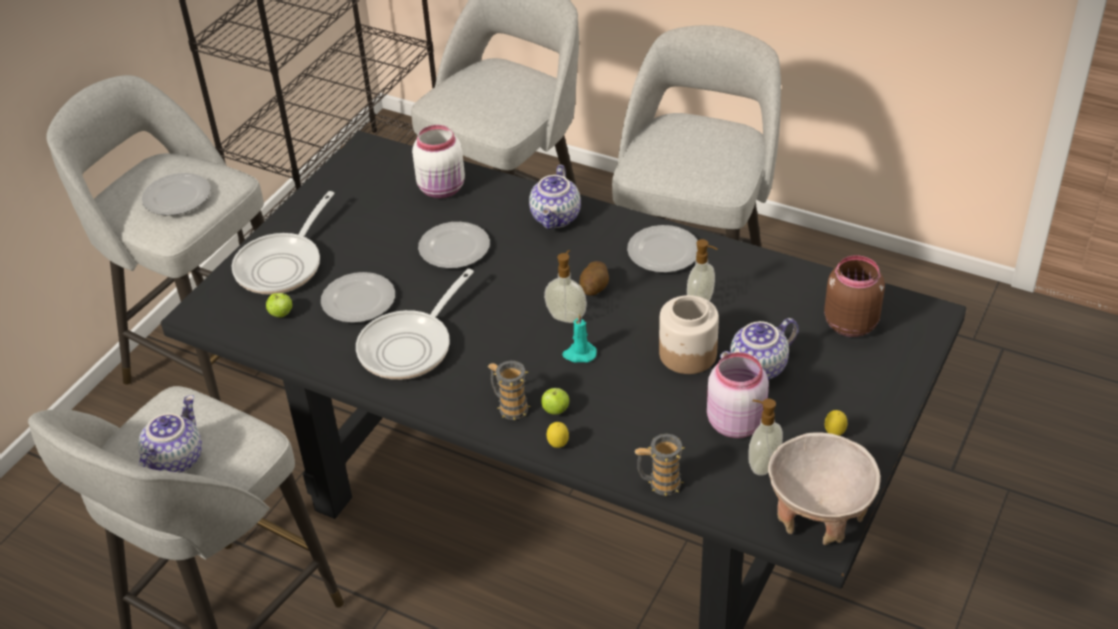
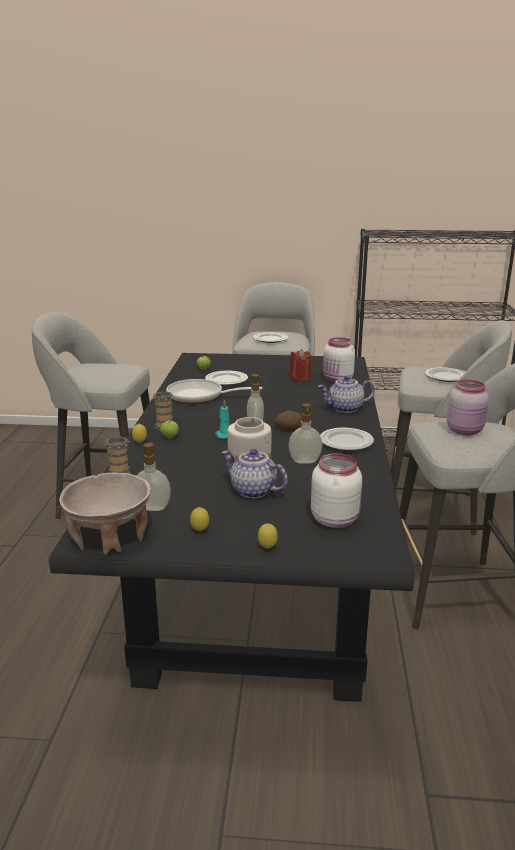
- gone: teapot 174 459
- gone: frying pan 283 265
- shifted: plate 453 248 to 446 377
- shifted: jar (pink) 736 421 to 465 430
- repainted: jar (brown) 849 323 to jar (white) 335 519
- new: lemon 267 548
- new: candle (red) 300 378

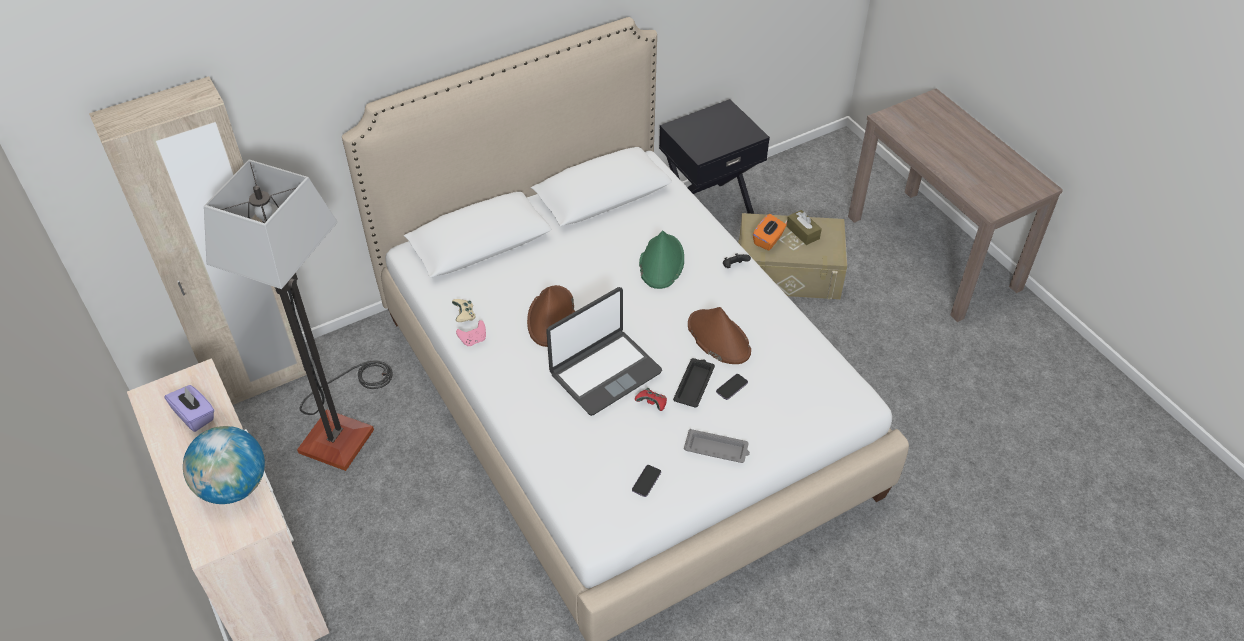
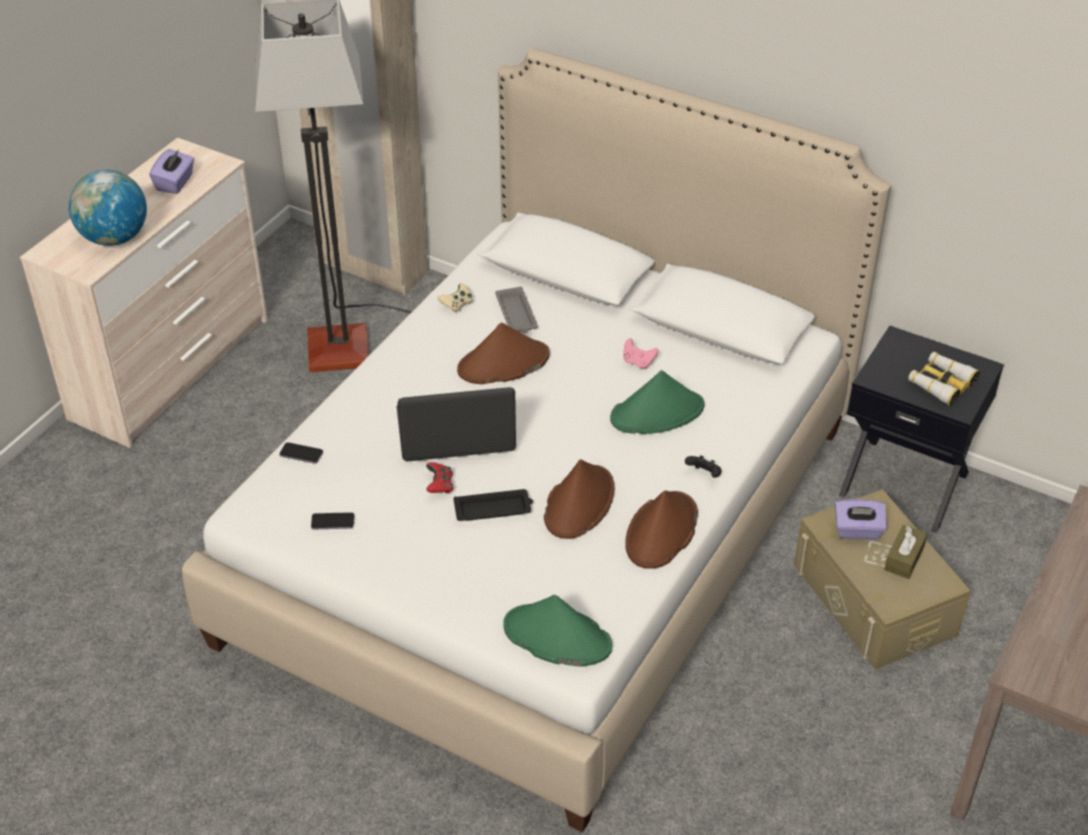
- shifted: game controller (pink) 473 340 to 638 362
- rotated: laptop 605 372 = 455 432 150 degrees clockwise
- shifted: tray (grey) 717 449 to 516 315
- shifted: phone 731 387 to 301 454
- repainted: tissue box (orange) 768 240 to tissue box (purple) 858 531
- new: hat (green) 556 636
- new: hat (brown) 661 531
- new: binoculars 941 383

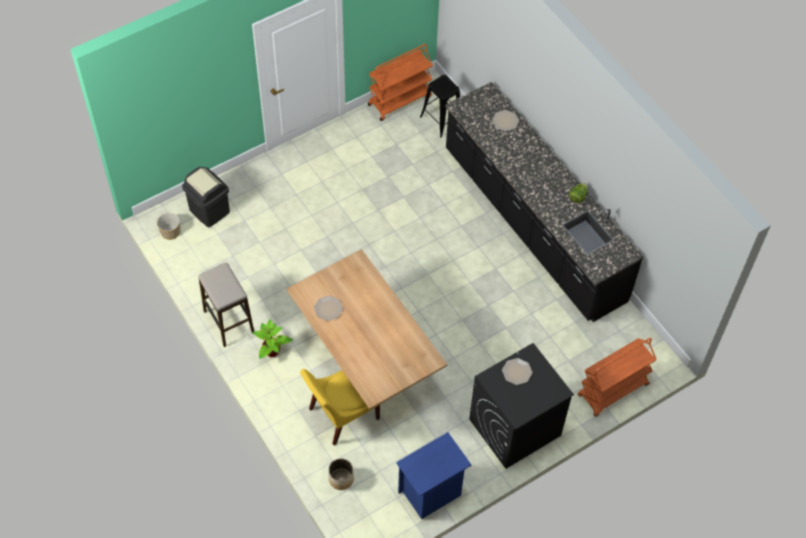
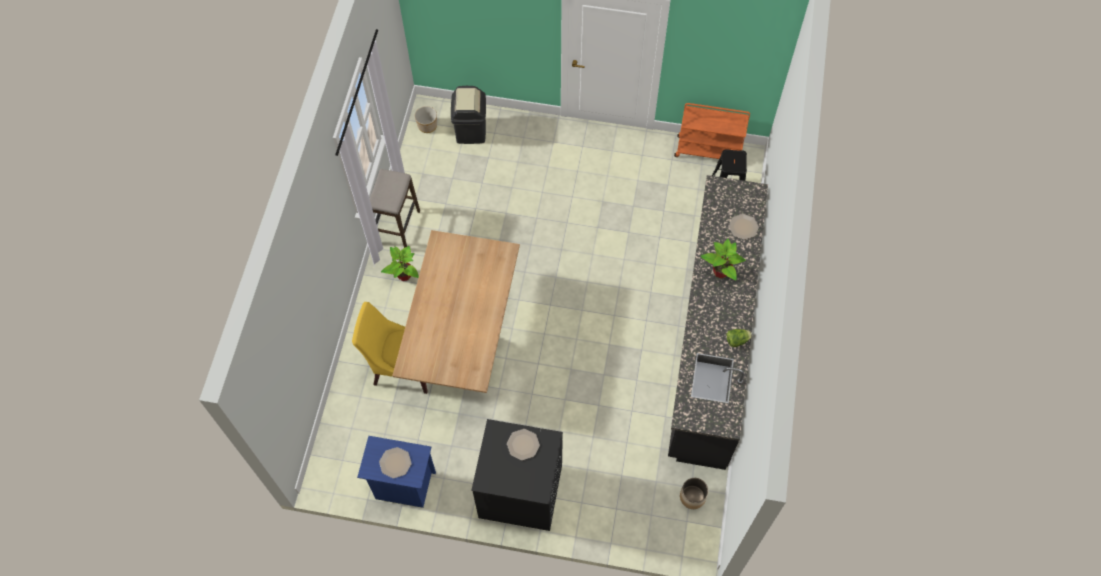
- shifted: plate 328 308 to 395 463
- shifted: planter 341 479 to 692 497
- gone: cart (orange) 612 391
- new: potted plant 721 272

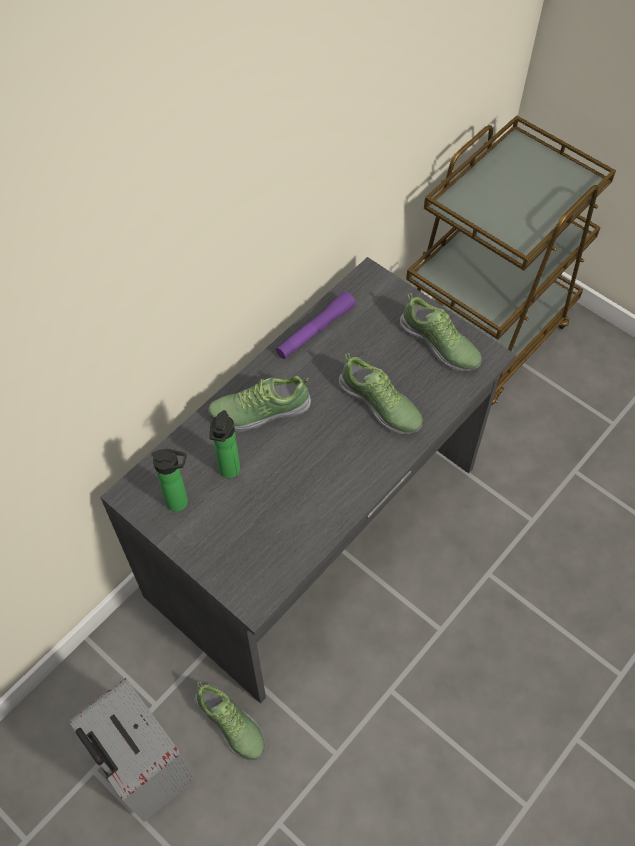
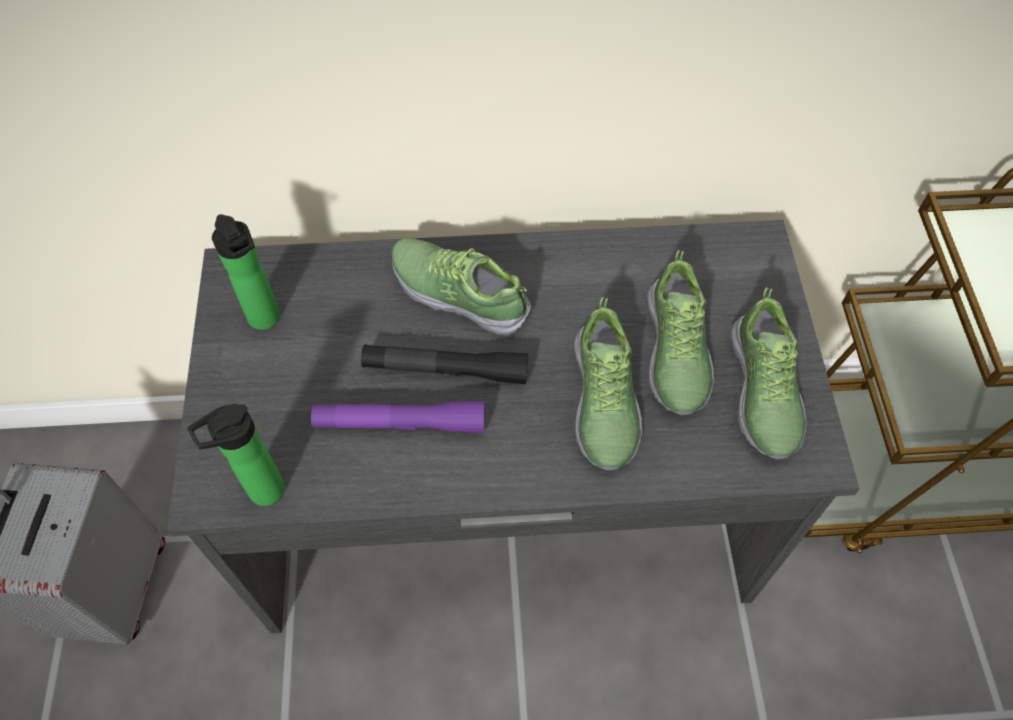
- shifted: shoe 231 724 to 675 352
- shifted: bottle 228 472 to 261 492
- shifted: flashlight (purple) 315 331 to 400 423
- new: flashlight (black) 445 370

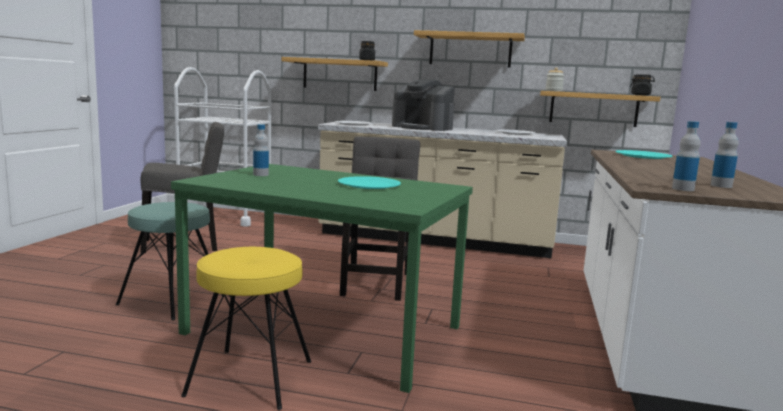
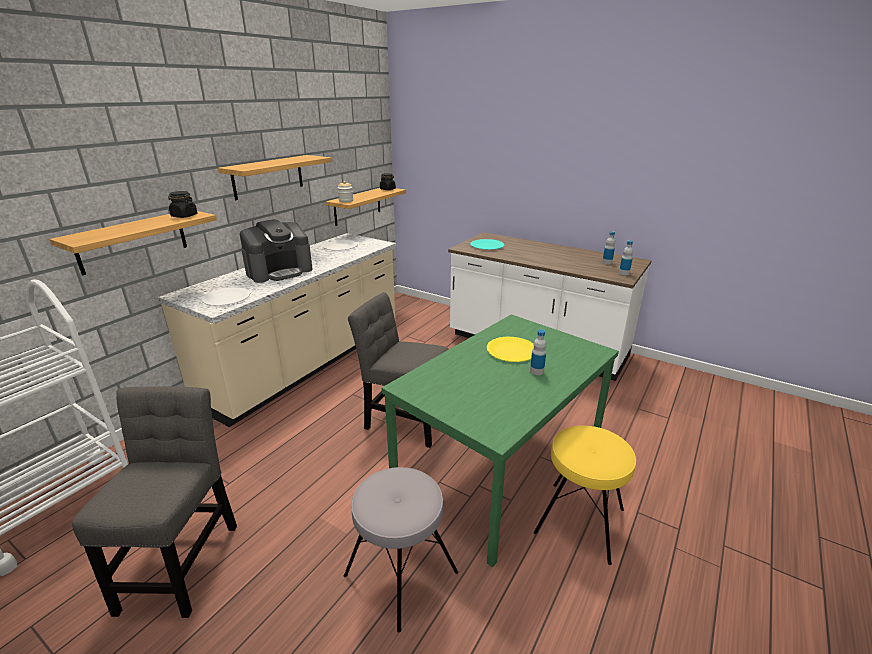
- repainted: stool (turquoise) 172 300 to stool (grey) 401 573
- shifted: bottle 261 174 to 536 371
- repainted: plate (turquoise) 369 185 to plate (yellow) 511 350

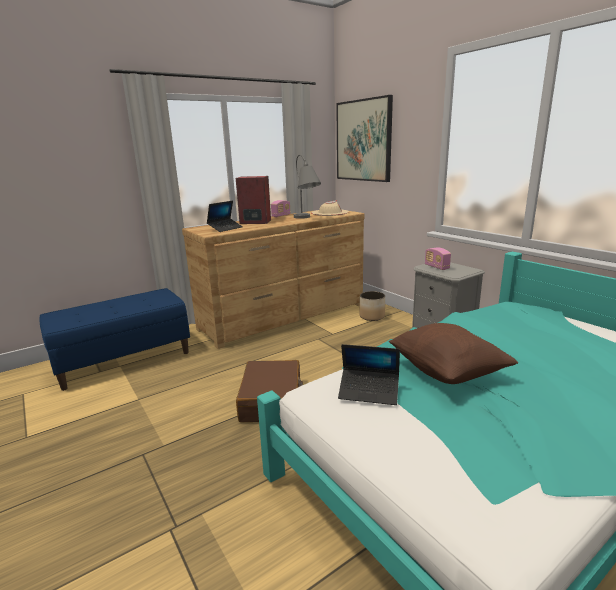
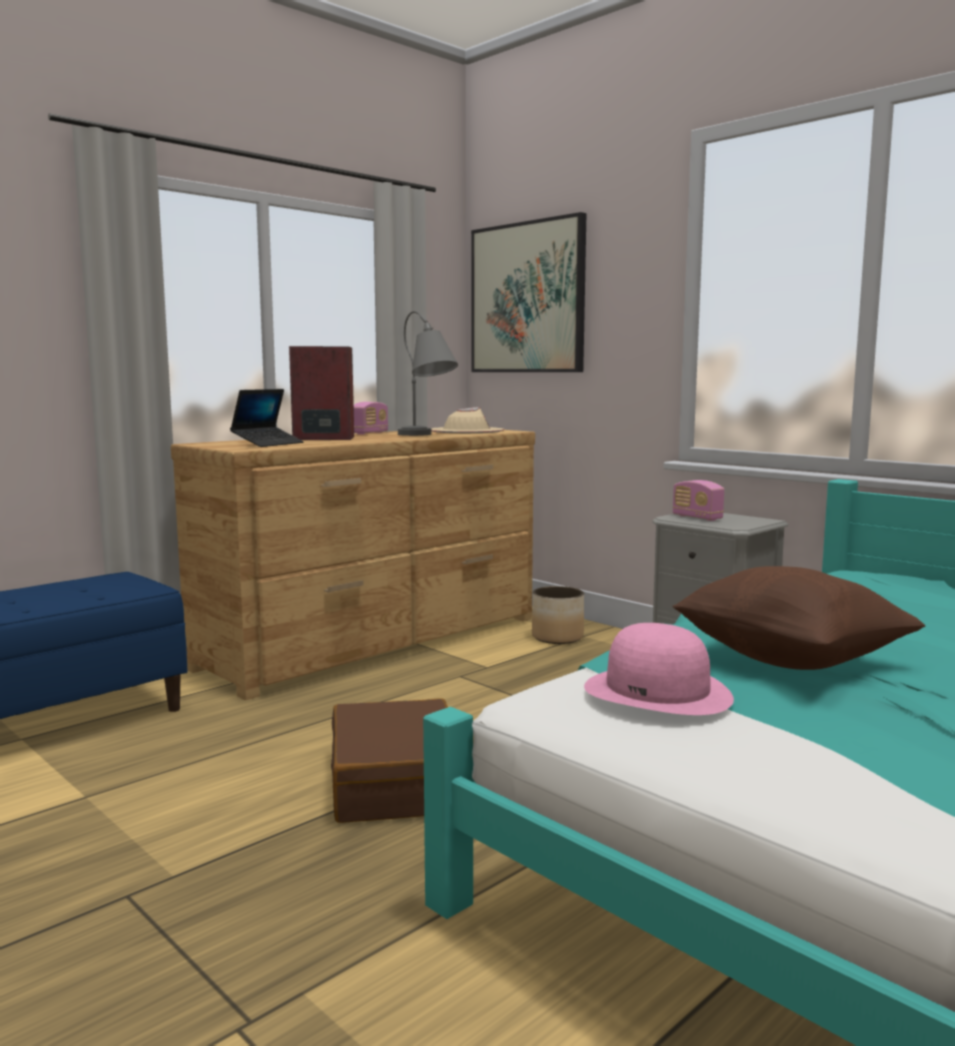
- swapped: laptop 369 392 to hat (pink) 658 691

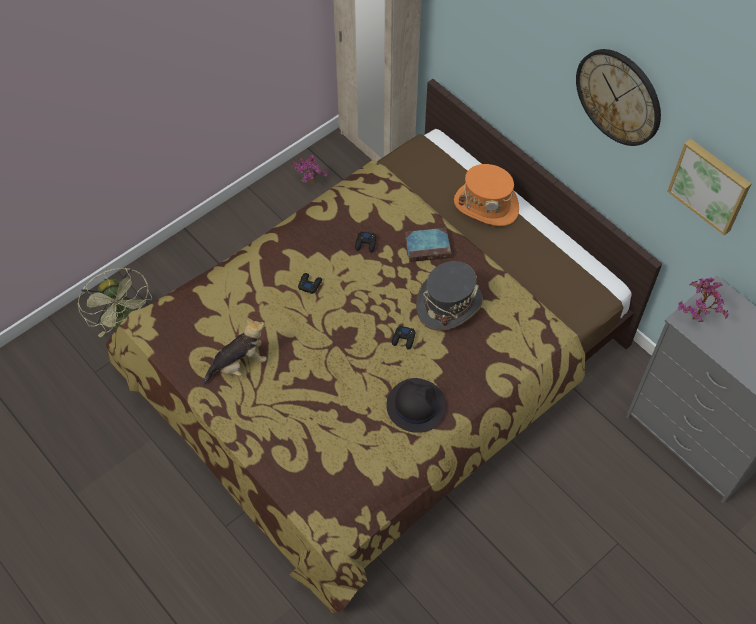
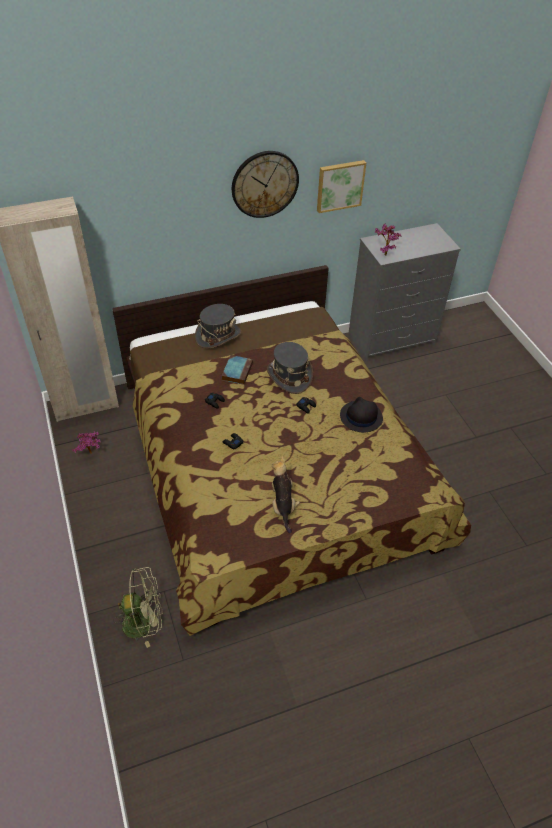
- repainted: hat (orange) 486 205 to hat (grey) 218 335

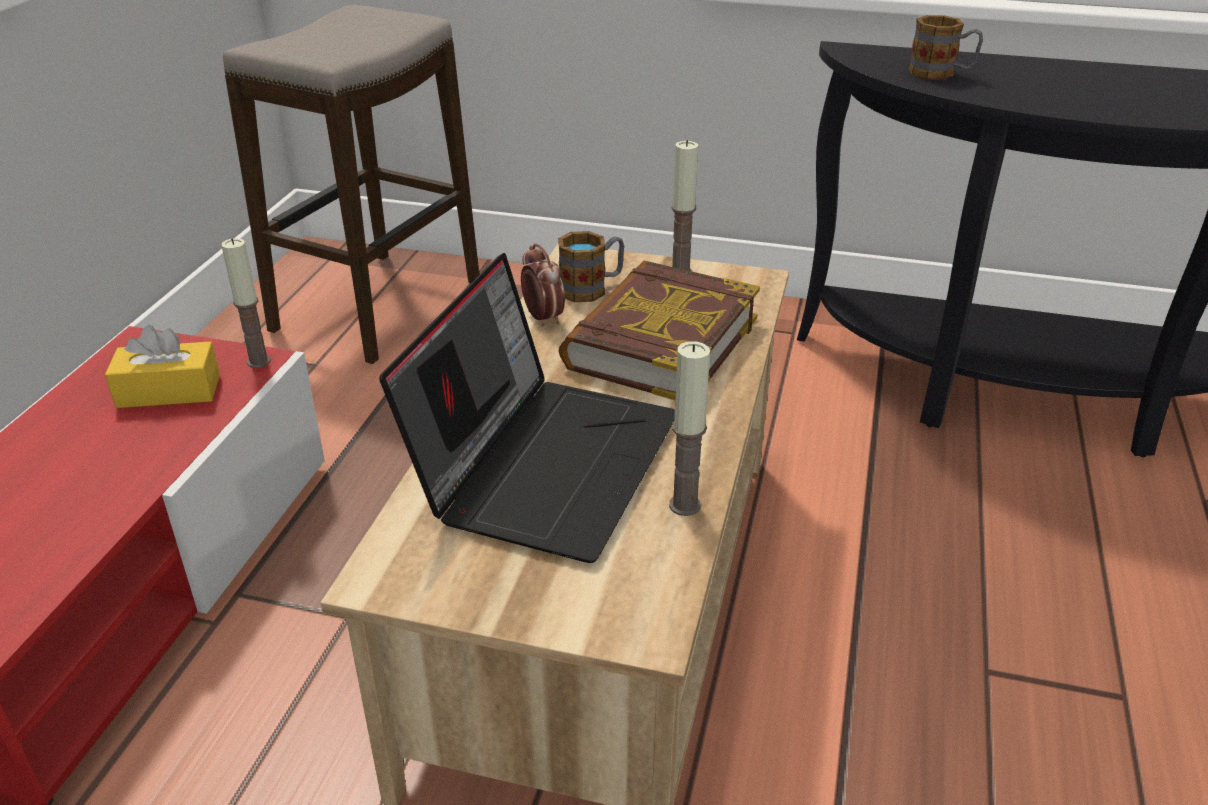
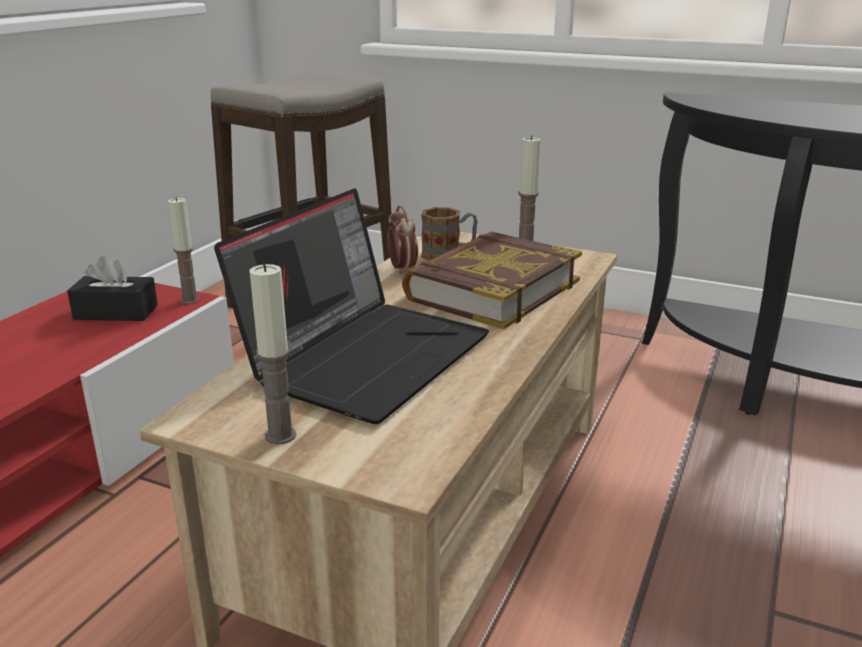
- repainted: tissue box (yellow) 169 391 to tissue box (black) 116 312
- shifted: candle 685 505 to 280 436
- gone: mug 941 74

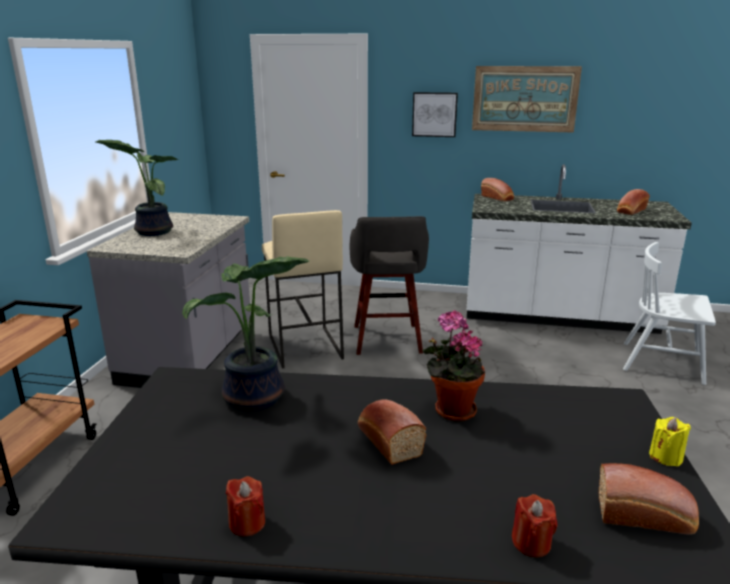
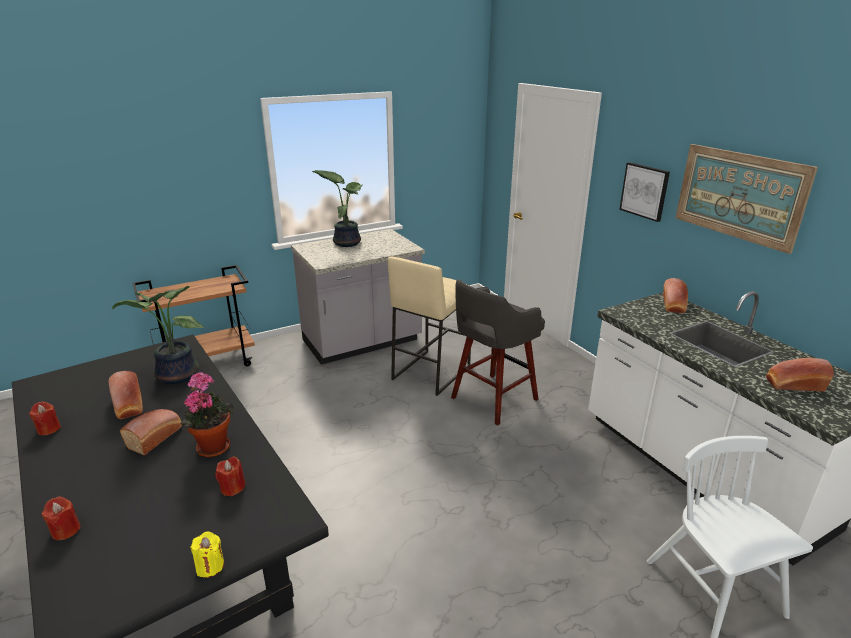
- shifted: bread 645 516 to 129 405
- new: candle (red) 232 488

